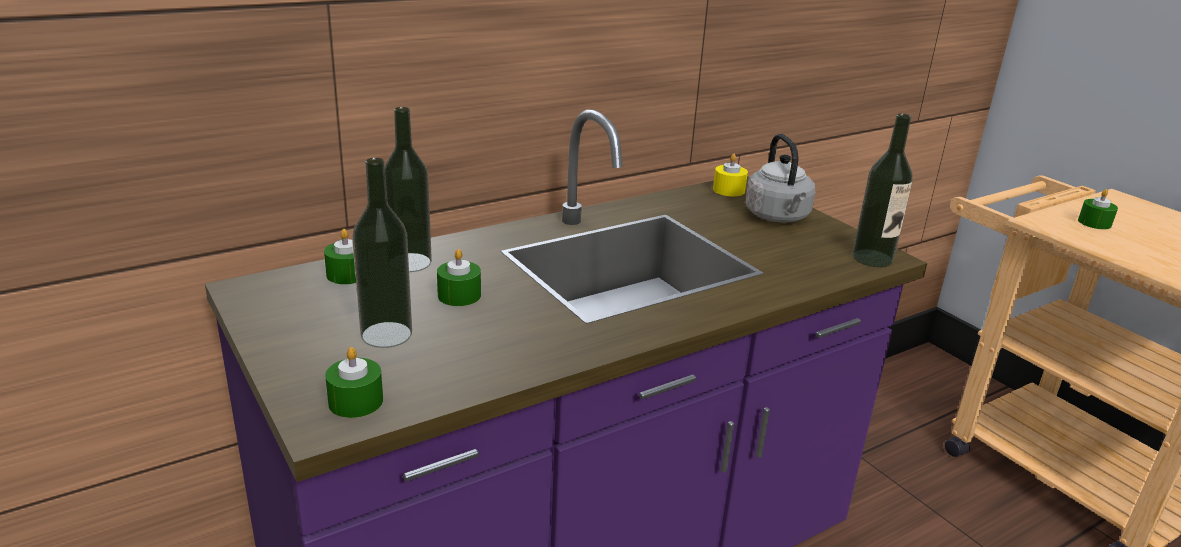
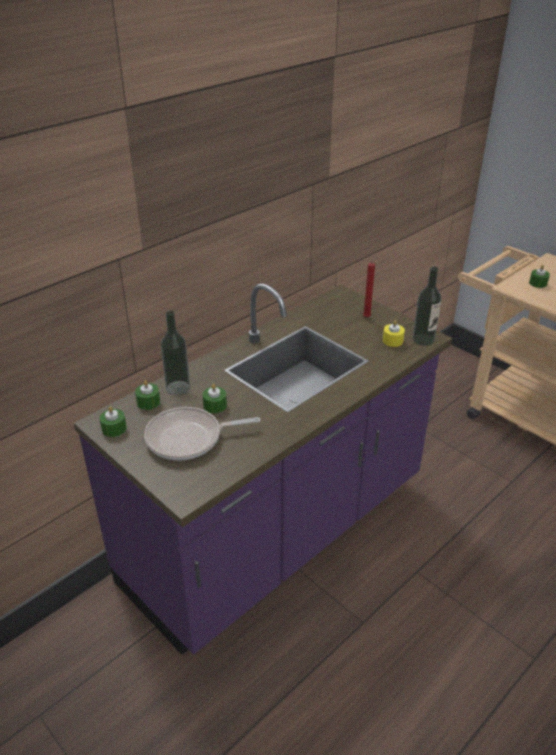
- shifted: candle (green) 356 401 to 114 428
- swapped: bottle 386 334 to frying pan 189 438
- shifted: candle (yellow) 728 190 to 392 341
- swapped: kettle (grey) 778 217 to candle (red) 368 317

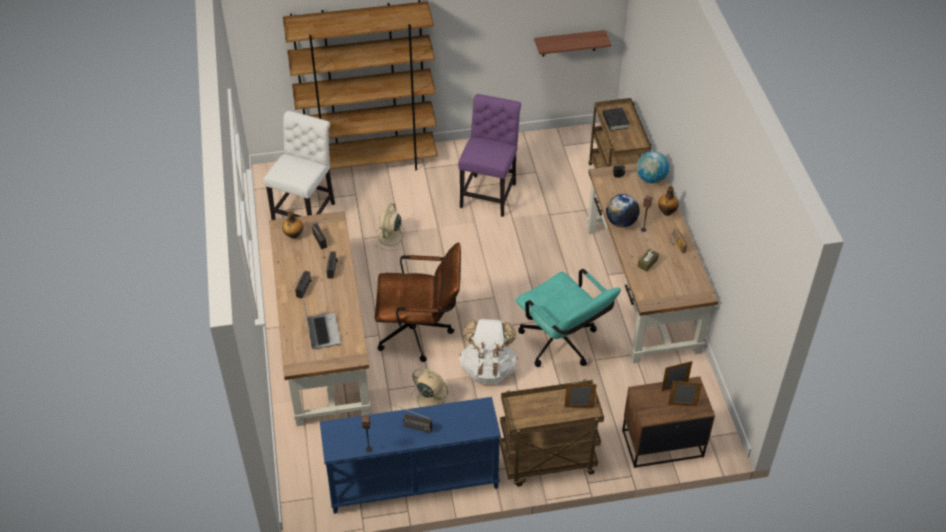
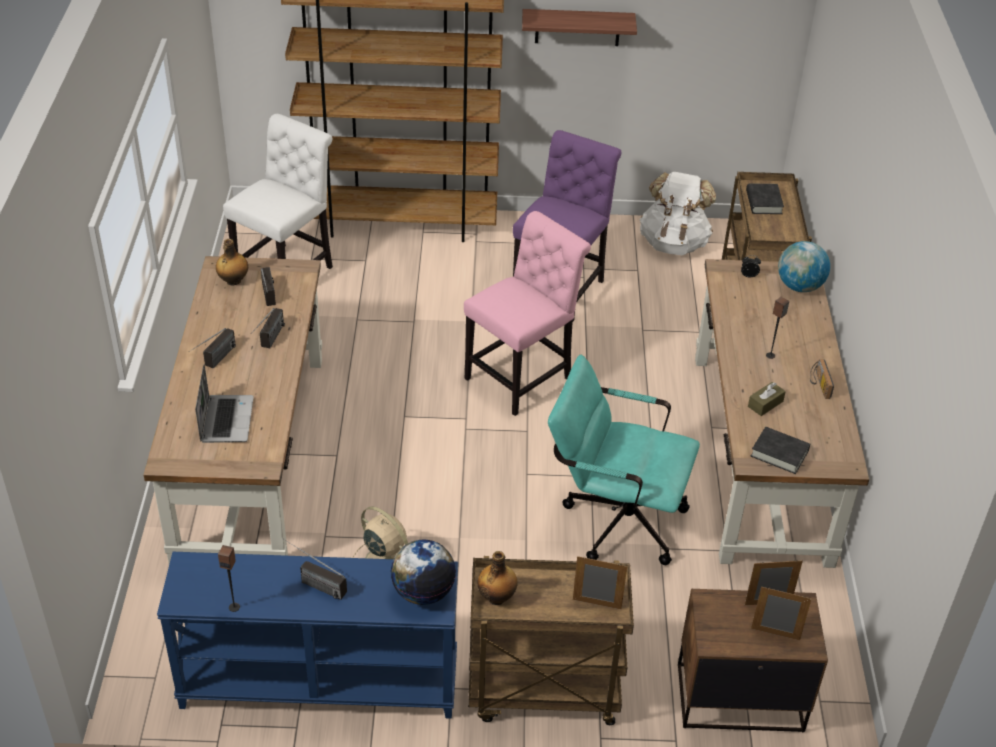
- gone: fan (beige) 390 238
- gone: office chair (brown) 420 333
- shifted: backpack (white) 488 368 to 674 243
- rotated: office chair (turquoise) 562 346 = 614 519 135 degrees clockwise
- shifted: shelf 569 43 to 577 27
- shifted: globe 621 222 to 423 592
- shifted: bottle 667 212 to 497 597
- new: chair (pink) 522 376
- new: book (black) 779 453

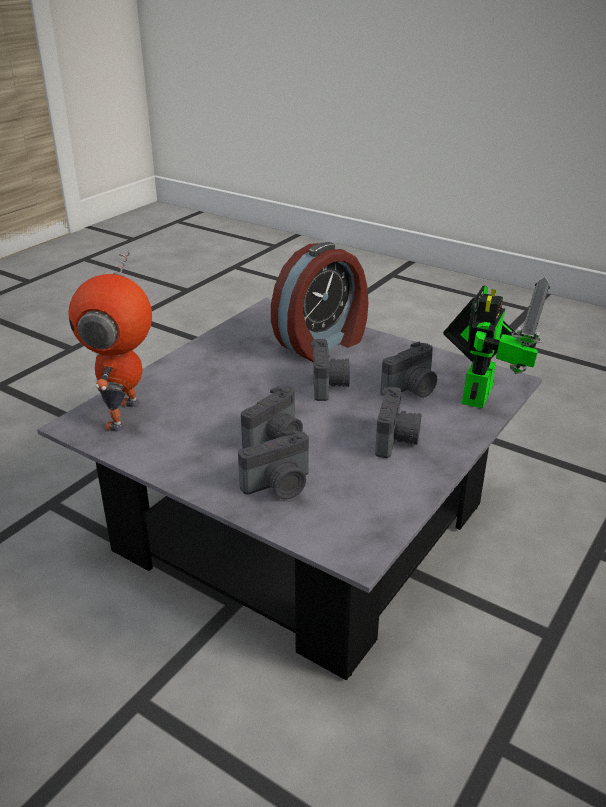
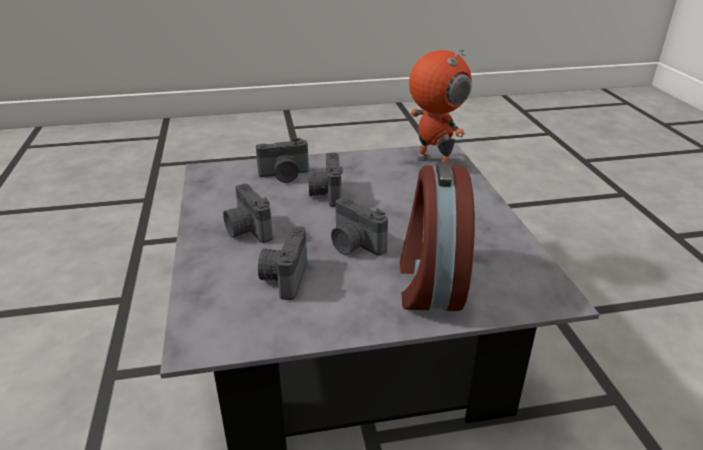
- rotated: photo camera 279 486 = 284 175 120 degrees counterclockwise
- gone: toy robot 479 391

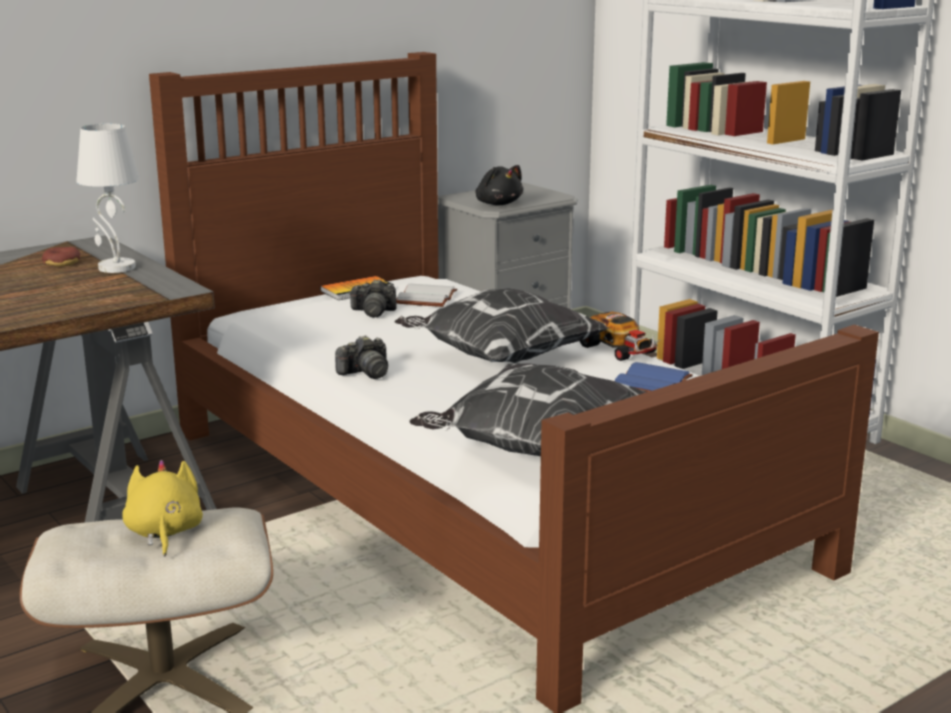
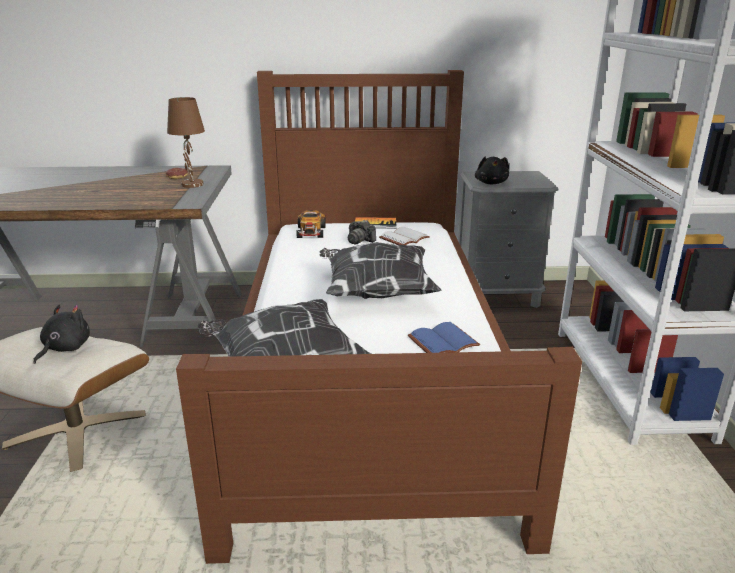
- repainted: table lamp (white) 115 268 to table lamp (brown) 191 184
- repainted: plush toy (yellow) 164 533 to plush toy (black) 65 348
- gone: photo camera 366 373
- shifted: toy car 618 349 to 311 232

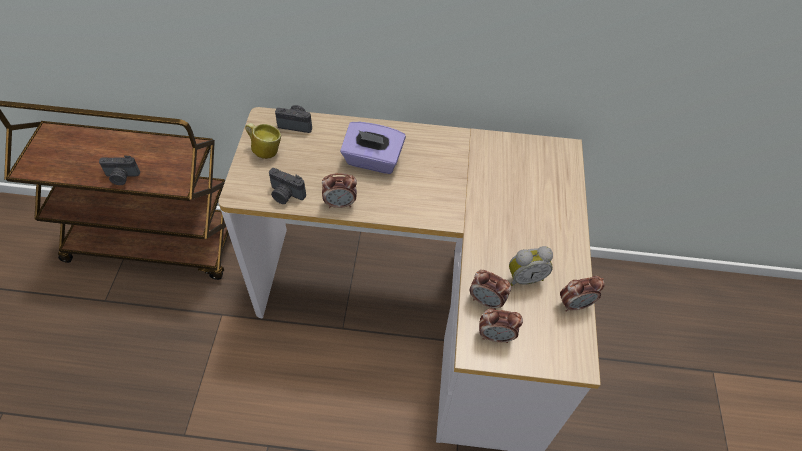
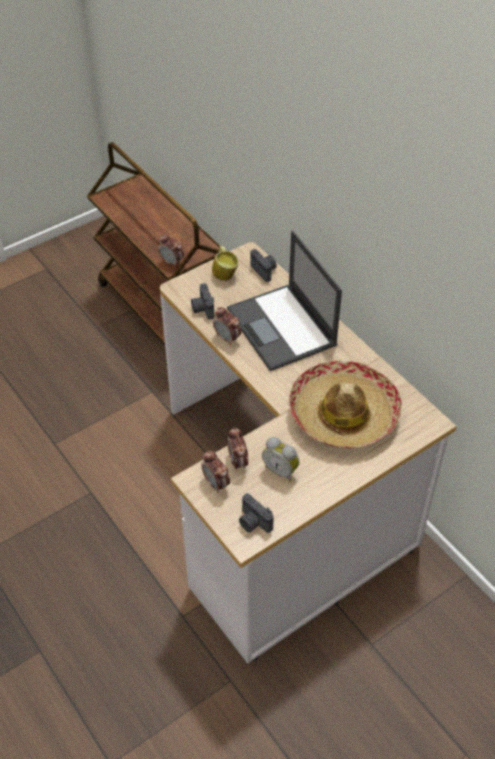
- shifted: photo camera 122 177 to 253 522
- swapped: tissue box (purple) 372 160 to laptop 282 328
- shifted: alarm clock 575 304 to 172 262
- new: hat 343 414

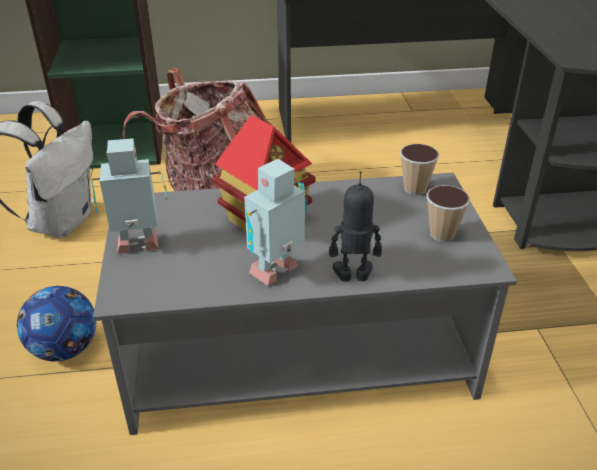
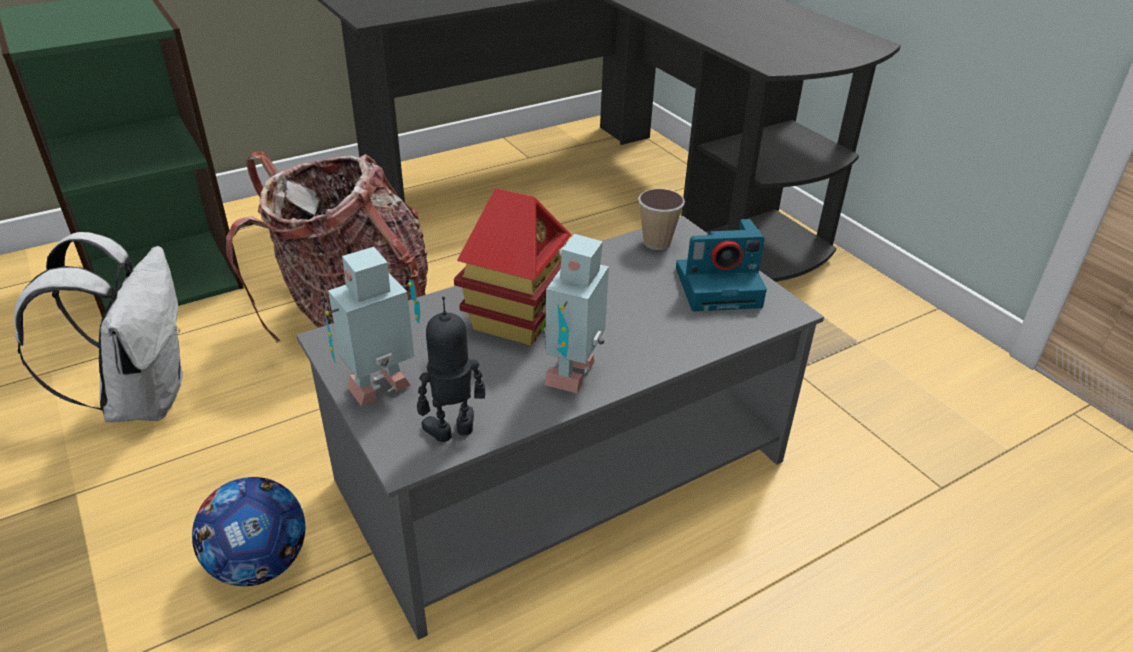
- shifted: toy robot 353 276 to 453 431
- swapped: cup 442 234 to photo camera 720 286

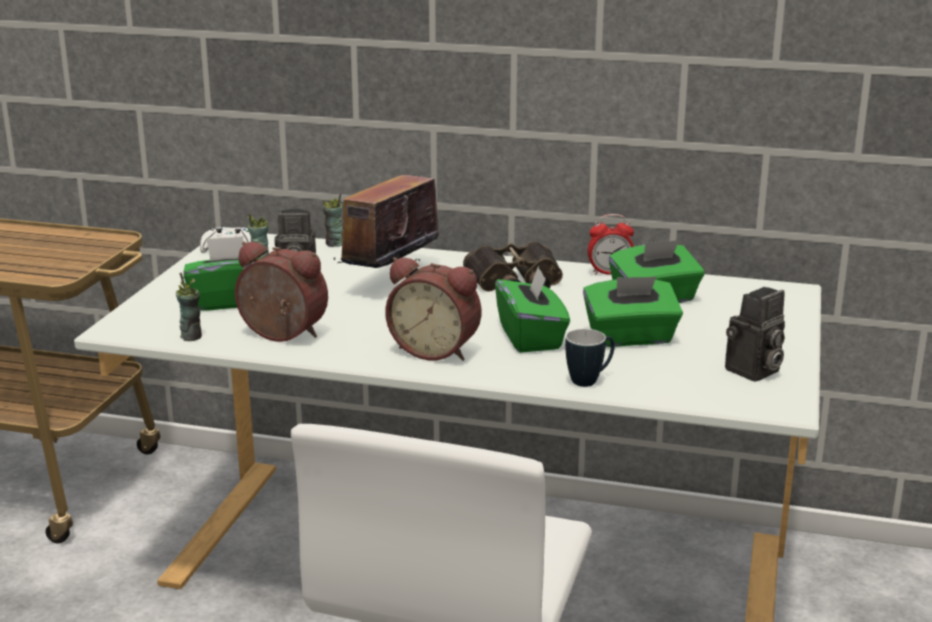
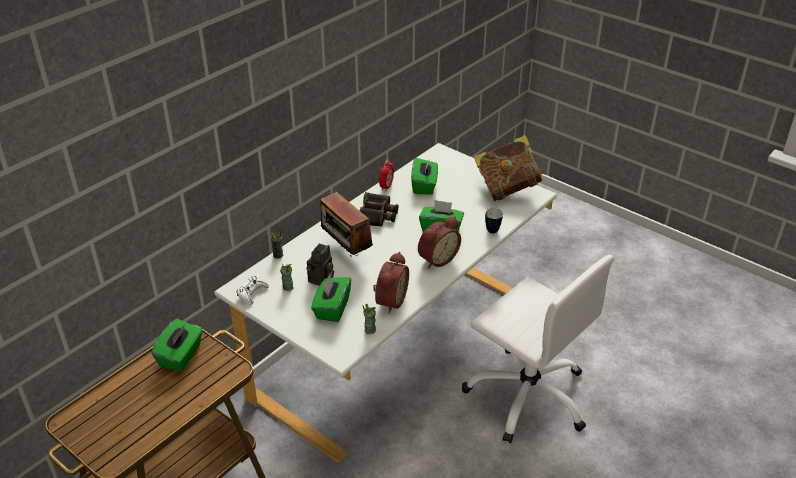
- rotated: alarm clock 281 336 = 389 300 150 degrees clockwise
- shifted: tissue box (green) 630 338 to 181 356
- swapped: photo camera 753 372 to book 507 189

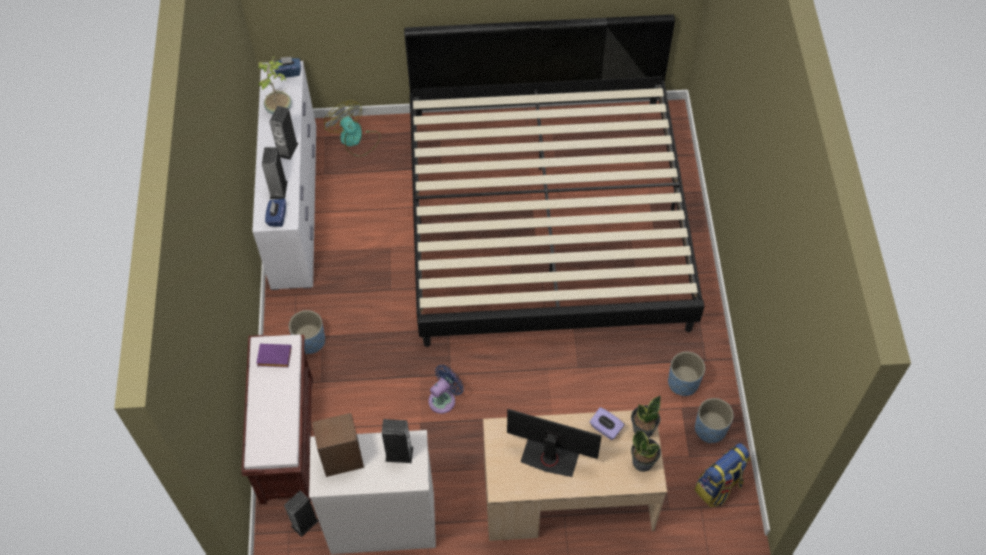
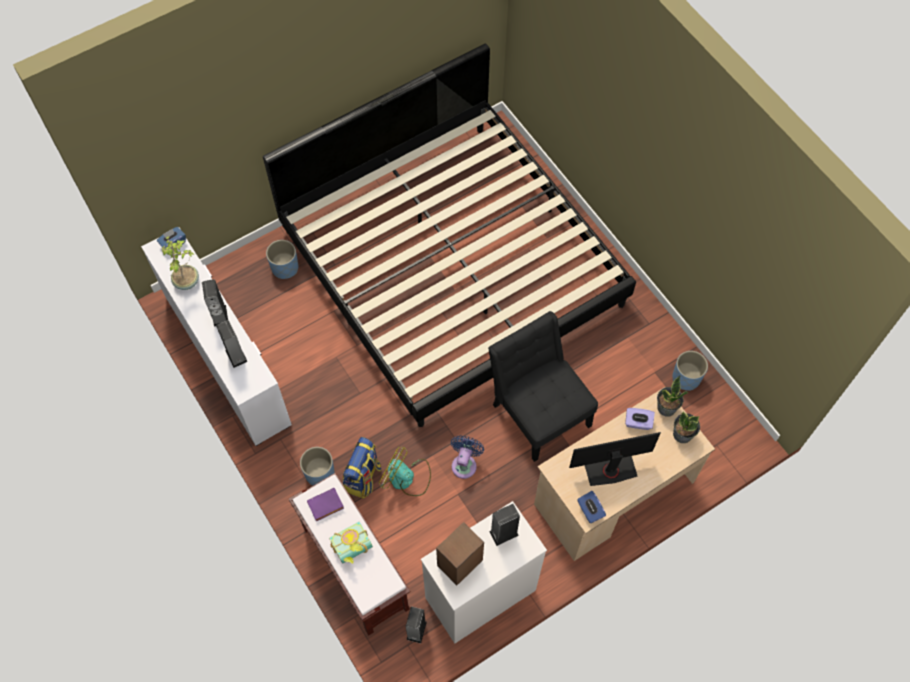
- shifted: tissue box (blue) 277 217 to 590 511
- shifted: fan 355 139 to 406 478
- shifted: planter (blue) 683 382 to 285 268
- shifted: backpack 718 487 to 363 478
- new: book 353 549
- new: chair (black) 539 410

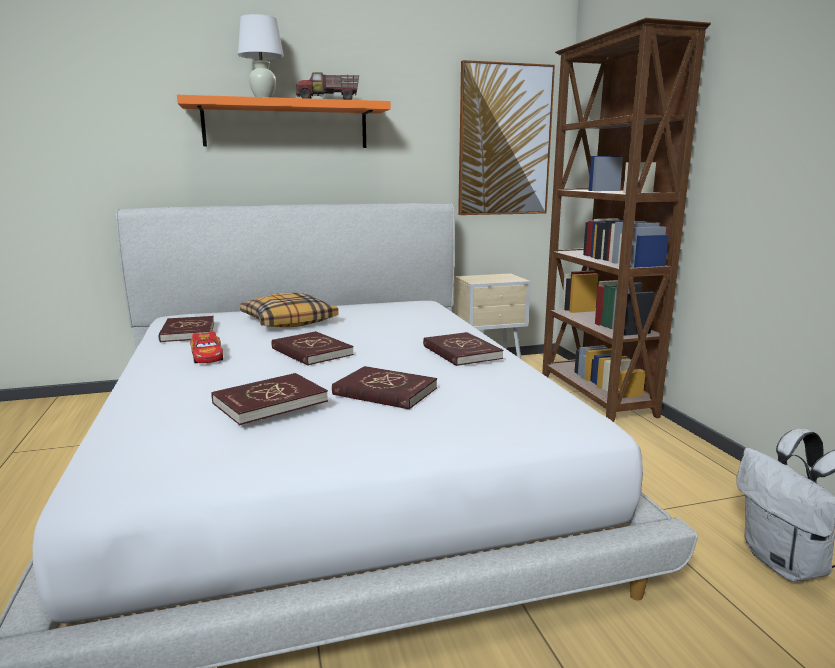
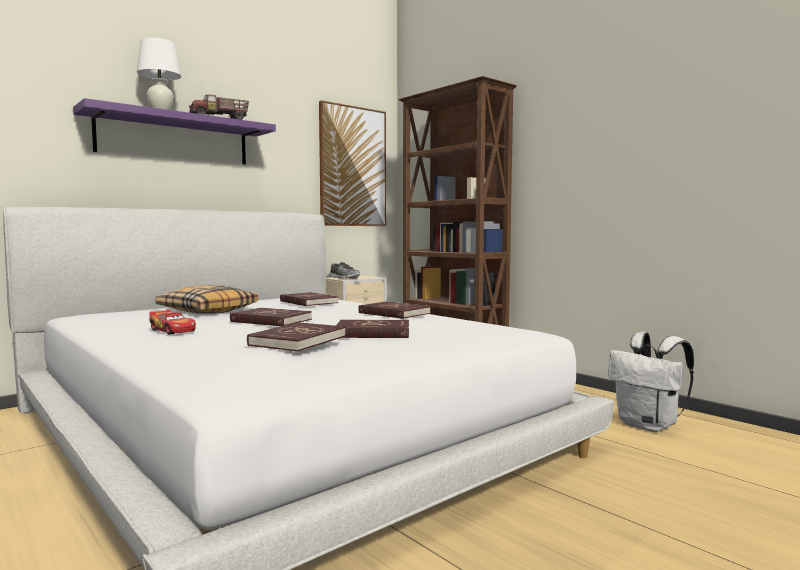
- shifted: book (red) 187 332 to 308 302
- repainted: shelf (orange) 286 125 to shelf (purple) 174 139
- new: shoe 344 278

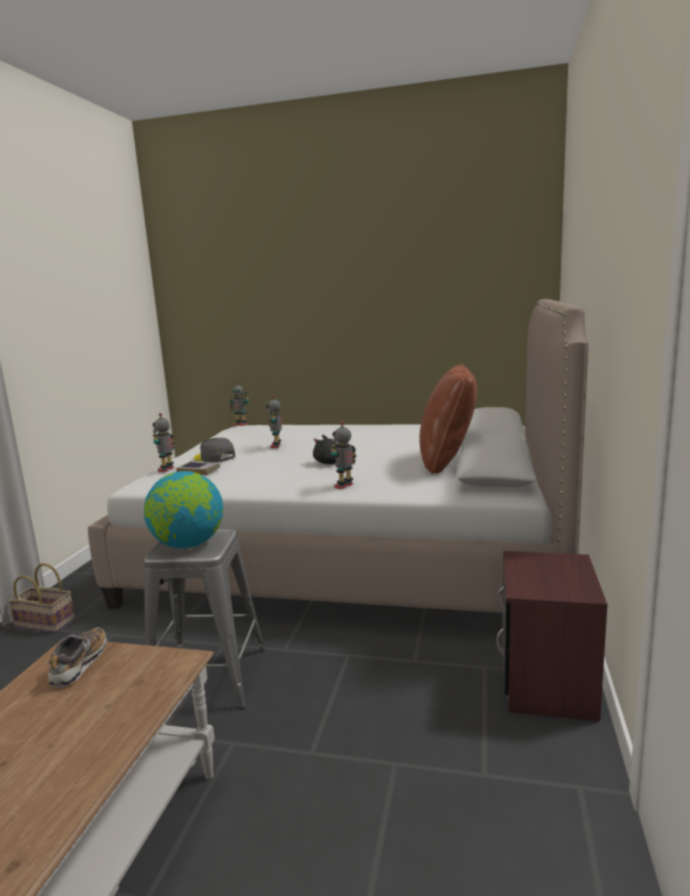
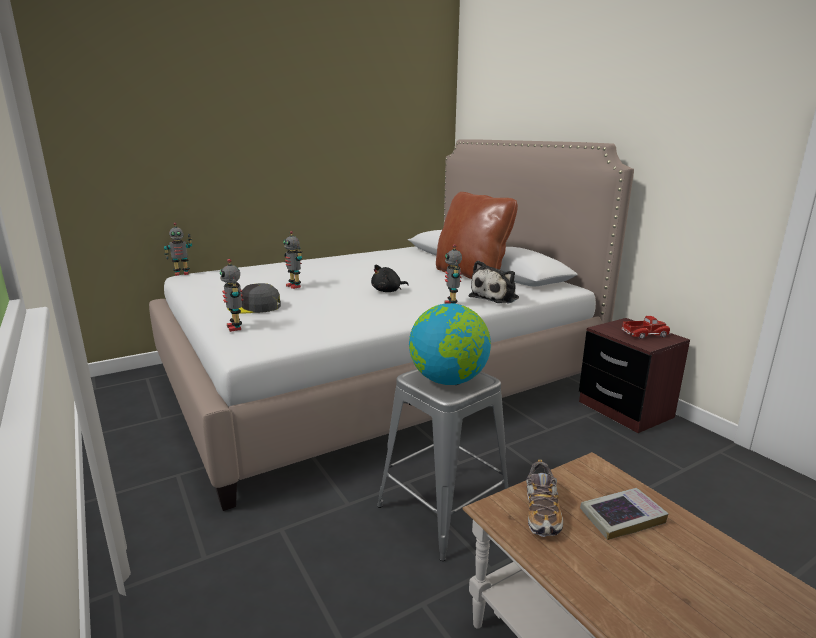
- gone: basket 47 622
- rotated: shoe 79 665 = 541 512 135 degrees counterclockwise
- shifted: book 198 471 to 622 517
- new: plush toy 496 297
- new: toy truck 645 334

